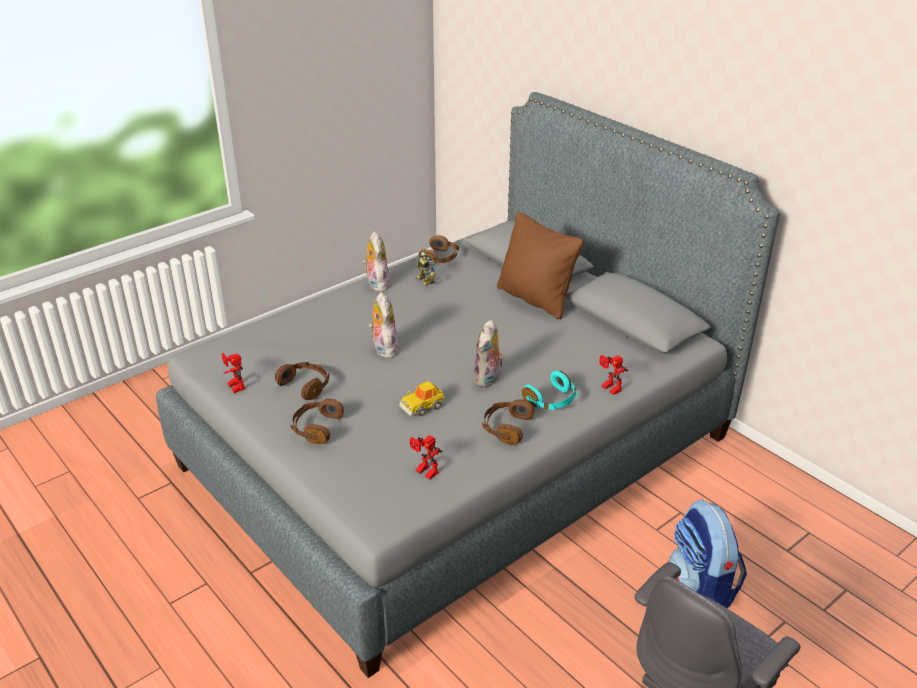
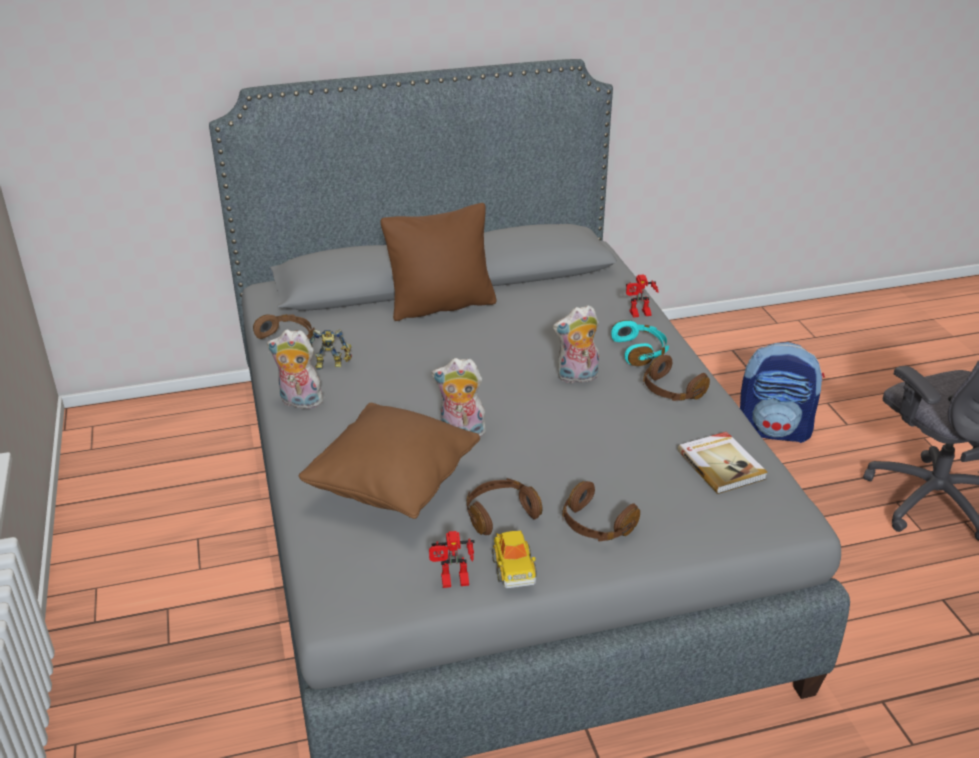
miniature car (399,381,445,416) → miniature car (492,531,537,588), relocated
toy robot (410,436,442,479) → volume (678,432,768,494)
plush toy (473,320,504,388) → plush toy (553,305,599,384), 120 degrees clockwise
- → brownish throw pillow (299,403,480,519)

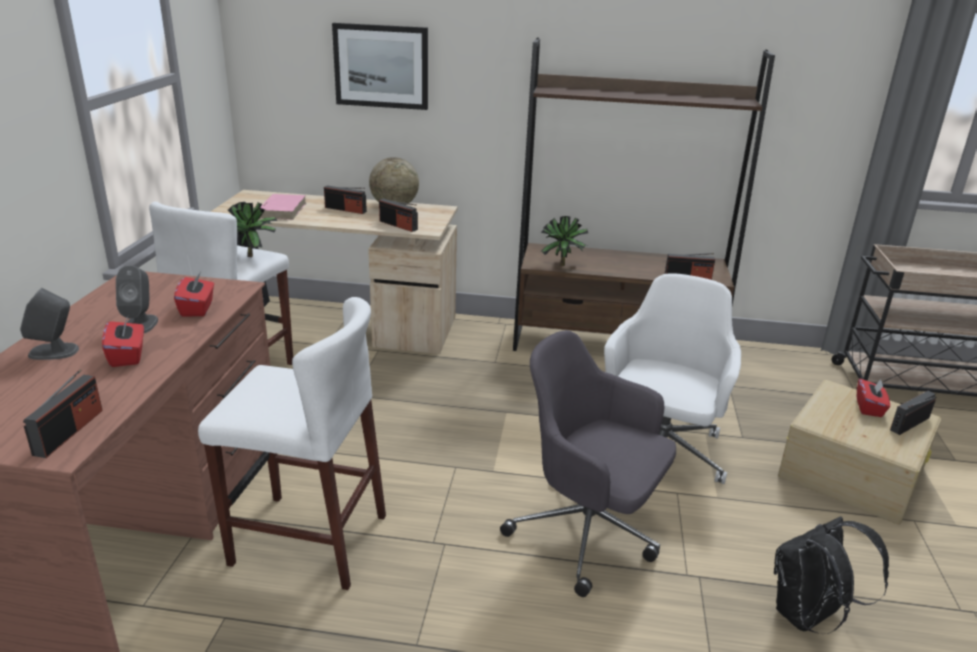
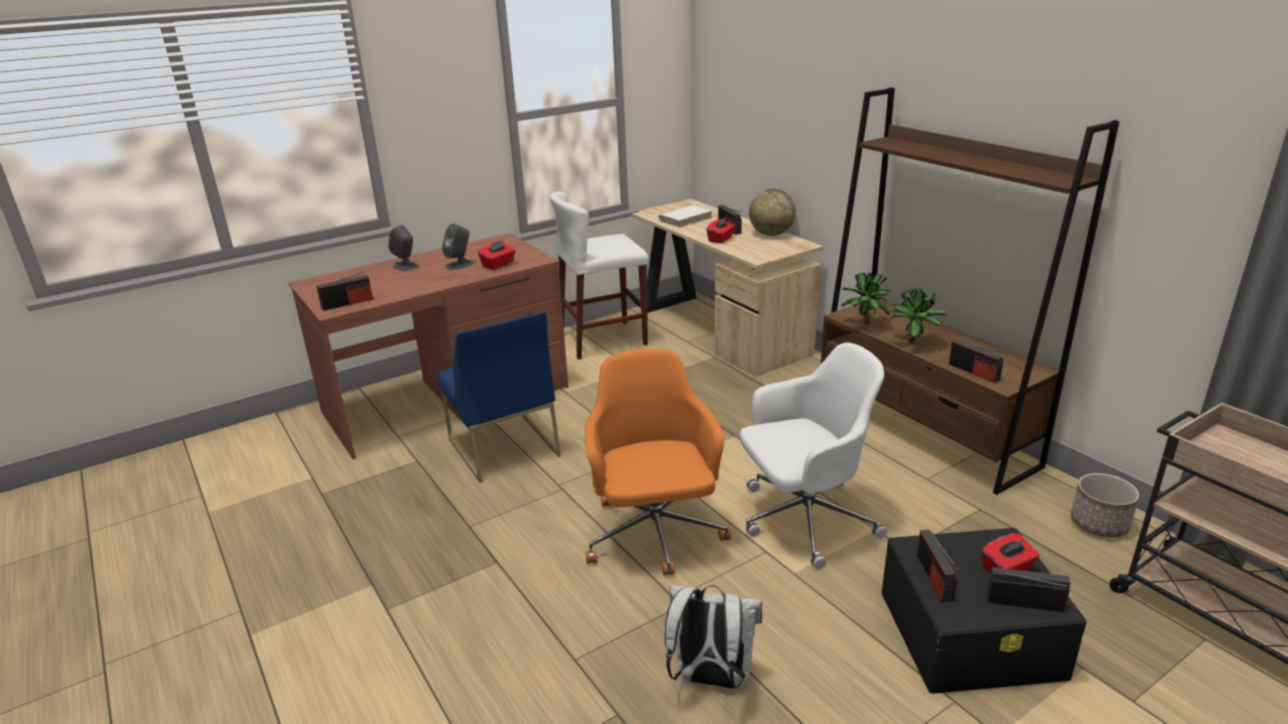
reddish tissue holder (102,314,144,367) → reddish tissue holder (706,217,735,244), relocated
white-coloured sitting stool (198,297,386,590) → bluish plain chair (437,312,561,483)
houseplant (228,202,277,257) → houseplant (891,289,946,344), relocated
pinkish volume (260,194,306,220) → white-coloured volume (658,205,713,228)
wall art (332,23,428,110) → -
radio (379,198,418,232) → radio (917,530,958,602), relocated
gray computer chair (500,330,676,597) → orange-coloured computer chair (585,349,731,576)
black-coloured rucksack (774,516,889,634) → white-coloured rucksack (665,585,762,689)
beige-coloured storage container (778,380,941,525) → black-coloured storage container (882,528,1087,694)
- → flower pot (1071,473,1139,538)

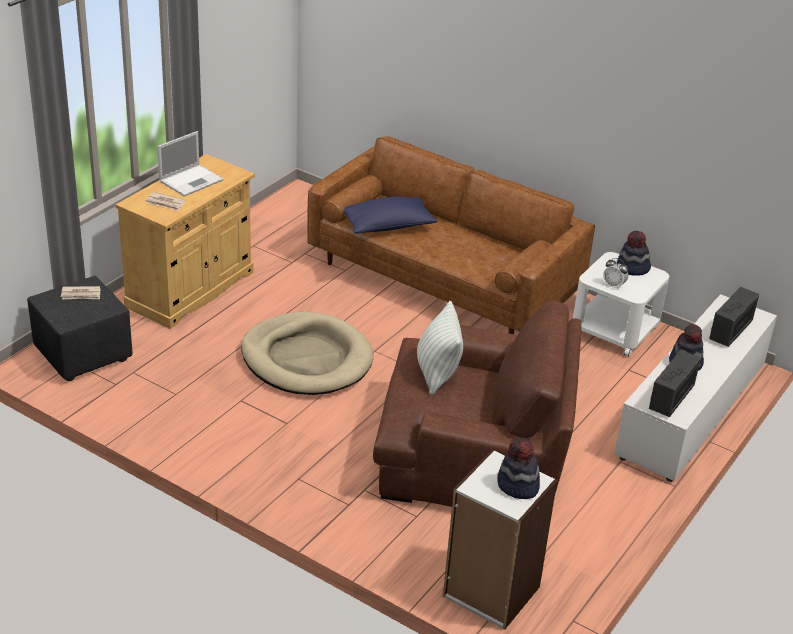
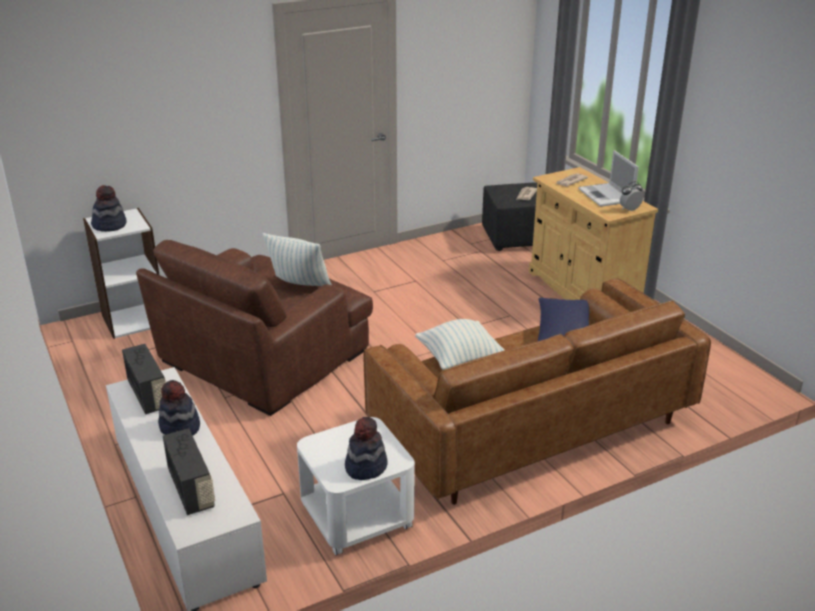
beige-coloured dog bed (241,312,374,395) → -
bedside clock (603,258,628,290) → bedside clock (619,181,643,211), relocated
- → throw pillow (415,319,505,370)

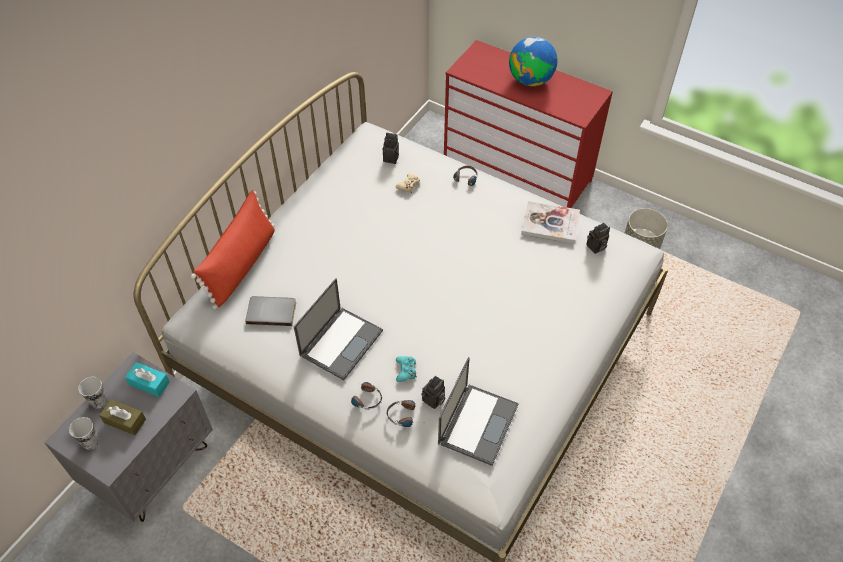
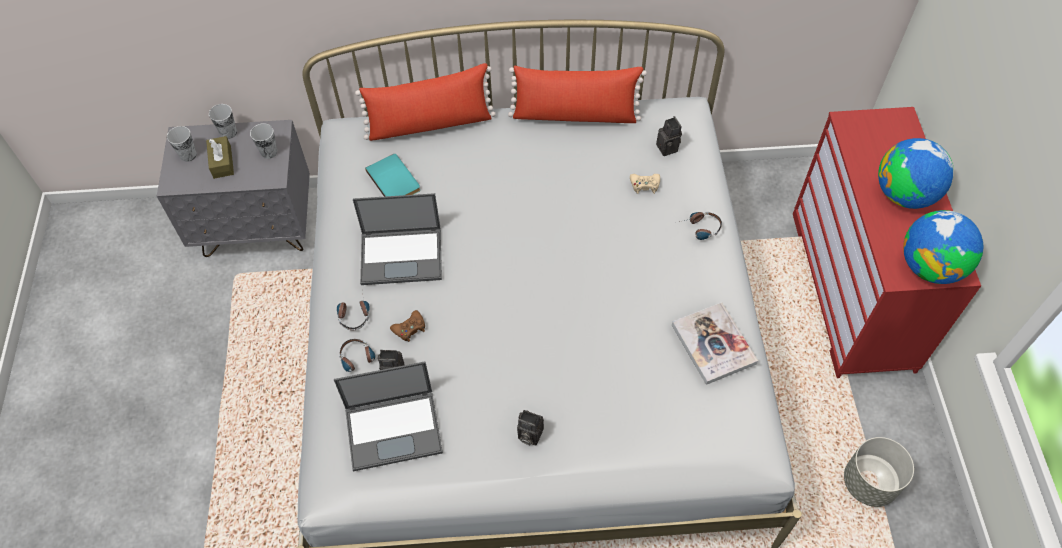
turquoise-coloured tissue holder (125,362,170,397) → small cup (250,123,278,159)
gray volume (245,296,296,326) → turquoise-coloured volume (365,154,420,197)
turquoise-coloured game controller (396,356,417,382) → brownish game controller (390,310,425,342)
still camera (586,223,610,254) → still camera (517,410,544,445), relocated
- → reddish throw pillow (508,66,647,123)
- → world globe (903,210,983,284)

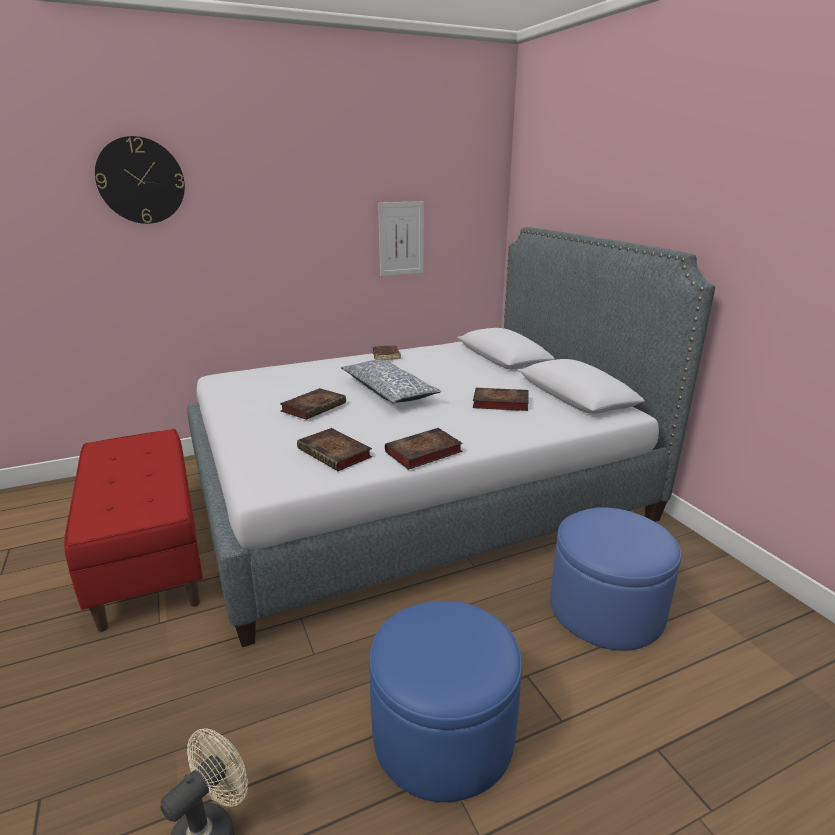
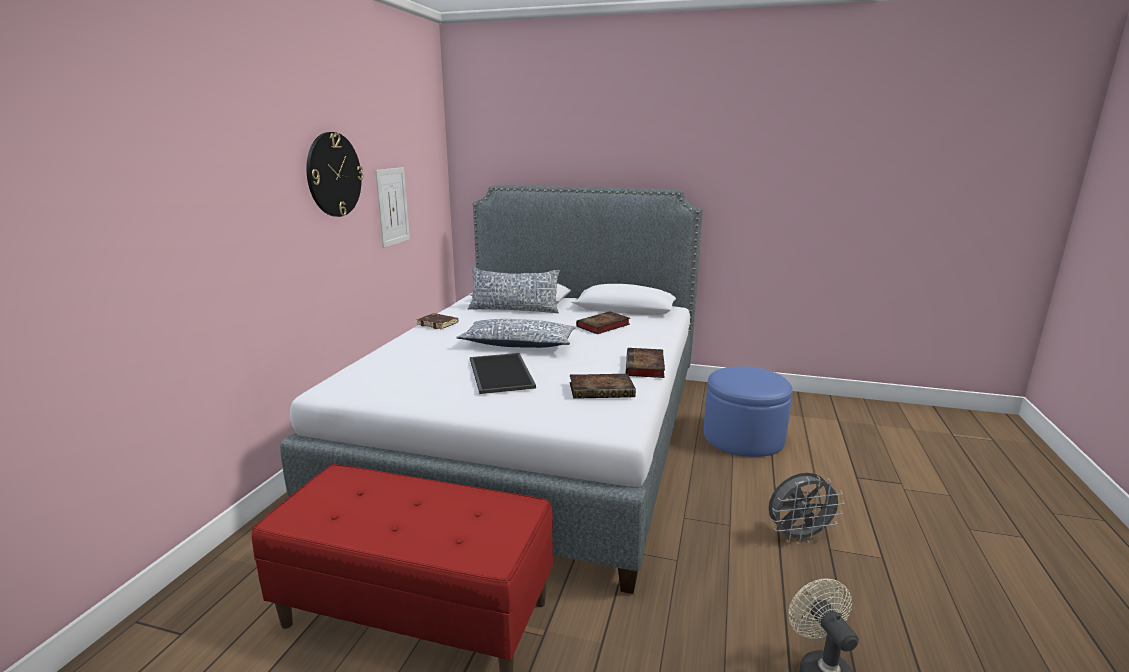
hanging clock (95,136,185,224) → hanging clock (306,132,363,217), relocated
volume (280,388,346,420) → carrying tray (470,353,536,394)
bluish footrest (369,601,522,802) → gray electric fan (768,472,844,544)
- → throw pillow (468,267,560,313)

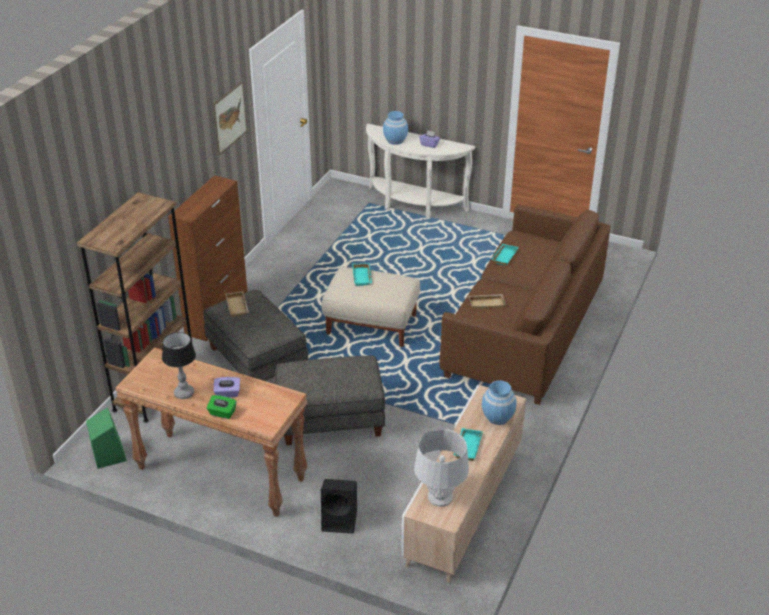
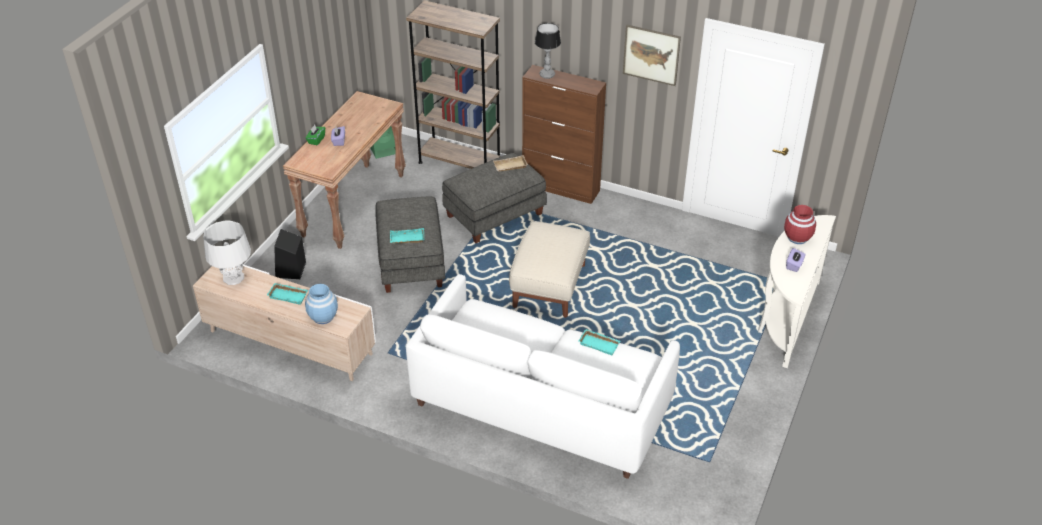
lamp for a table (162,332,196,399) → lamp for a table (535,23,561,79), relocated
turquoise-coloured carrying tray (352,263,372,286) → turquoise-coloured carrying tray (390,228,425,243), relocated
bluish vase (383,111,408,145) → reddish vase (784,205,816,244)
brownish settee (439,205,610,405) → white-coloured settee (406,274,680,479)
beige-coloured carrying tray (468,294,506,309) → -

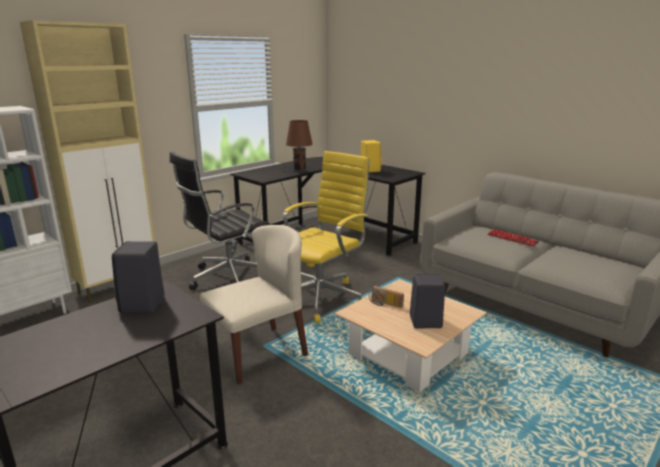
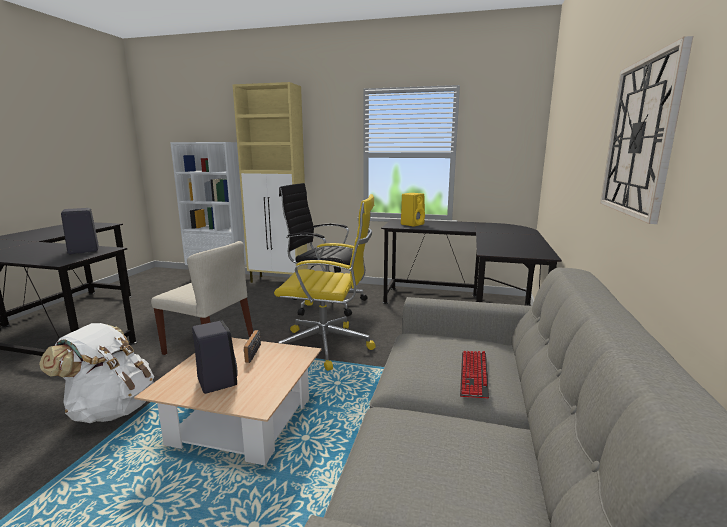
brownish lamp for a table (279,120,313,172) → -
yellow-coloured speaker (361,140,382,173) → yellow-coloured speaker (401,193,425,226), relocated
- → white-coloured rucksack (39,323,154,423)
- → hanging clock (600,36,693,224)

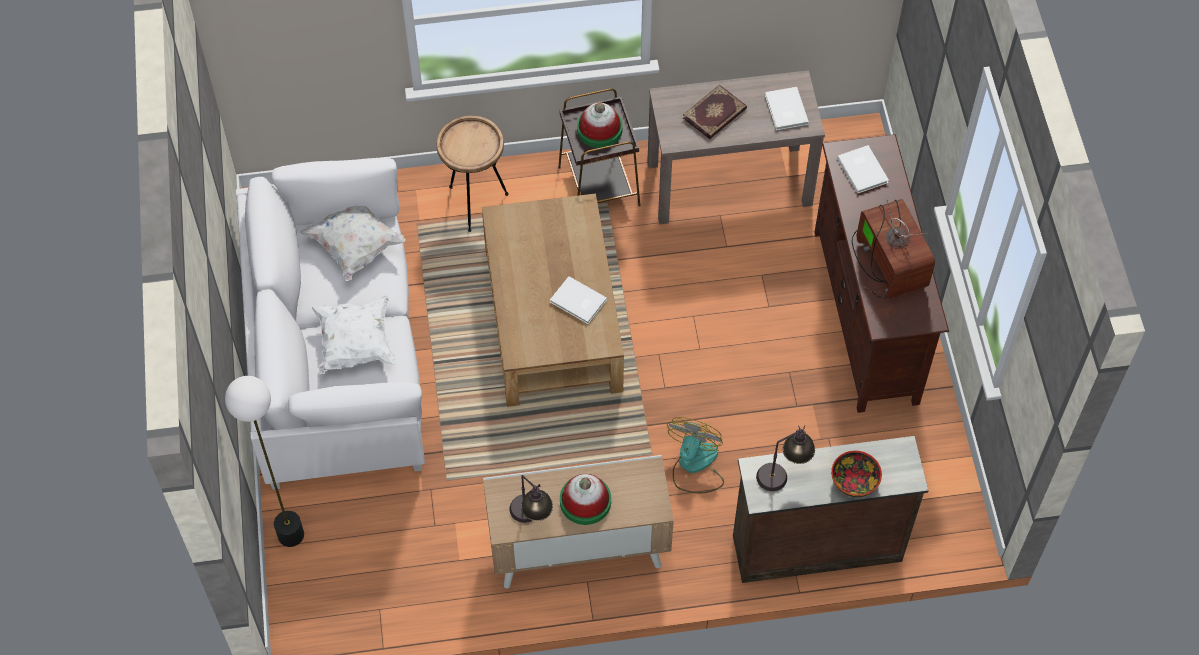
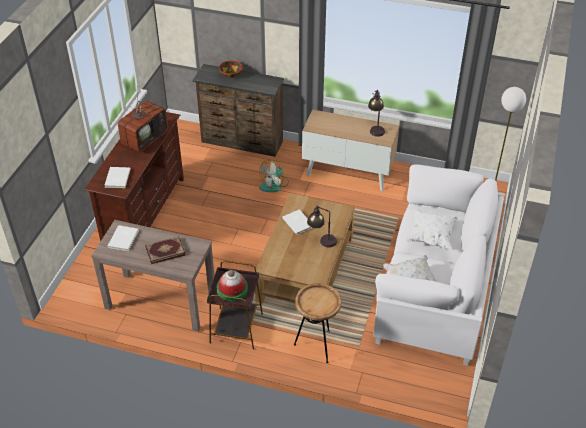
hat (560,474,611,525) → -
lamp for a table (756,426,815,491) → lamp for a table (307,206,337,247), relocated
television (852,199,935,299) → television (118,86,168,152), 150 degrees counterclockwise

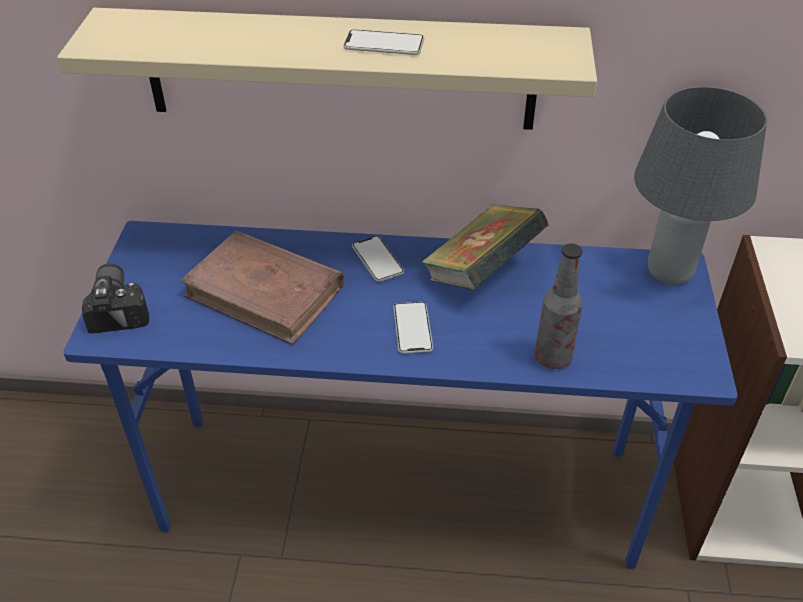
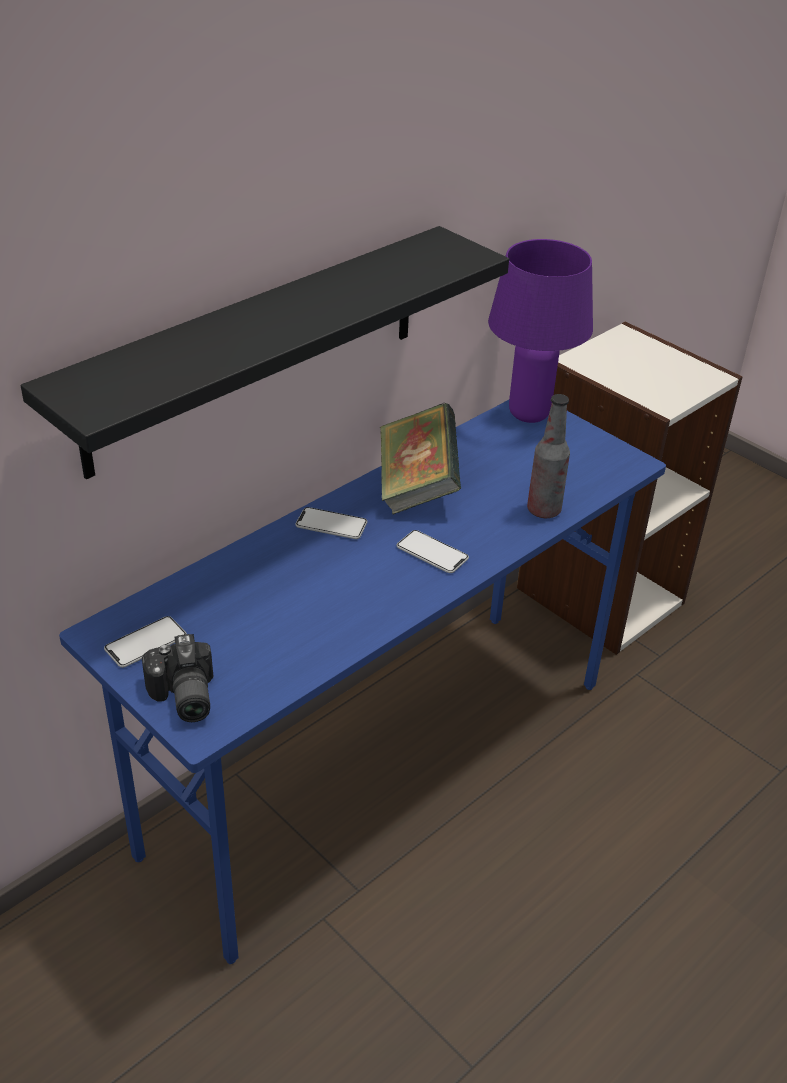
beige-coloured wall shelf (57,8,597,130) → black-coloured wall shelf (21,226,509,479)
still camera (82,264,149,333) → still camera (142,634,214,722), 135 degrees counterclockwise
brownish volume (180,230,344,345) → -
phone (343,29,424,55) → phone (104,616,187,668), relocated
gray lamp for a table (634,86,767,285) → purplish lamp for a table (488,239,593,423)

